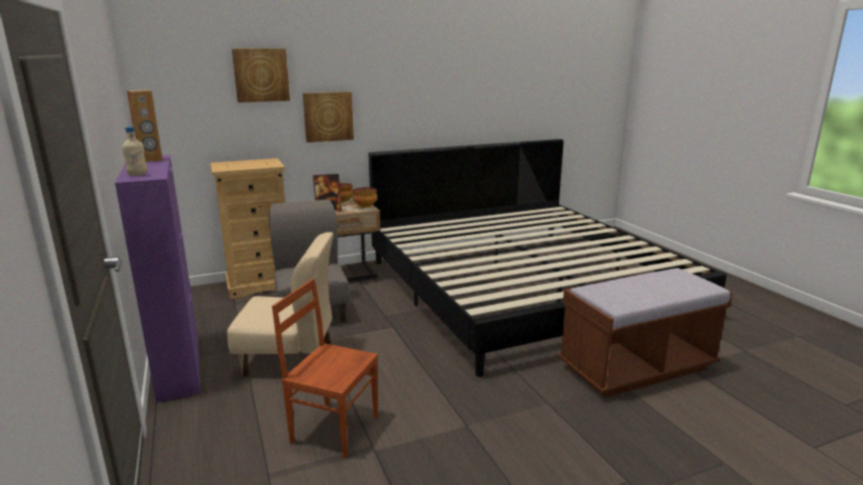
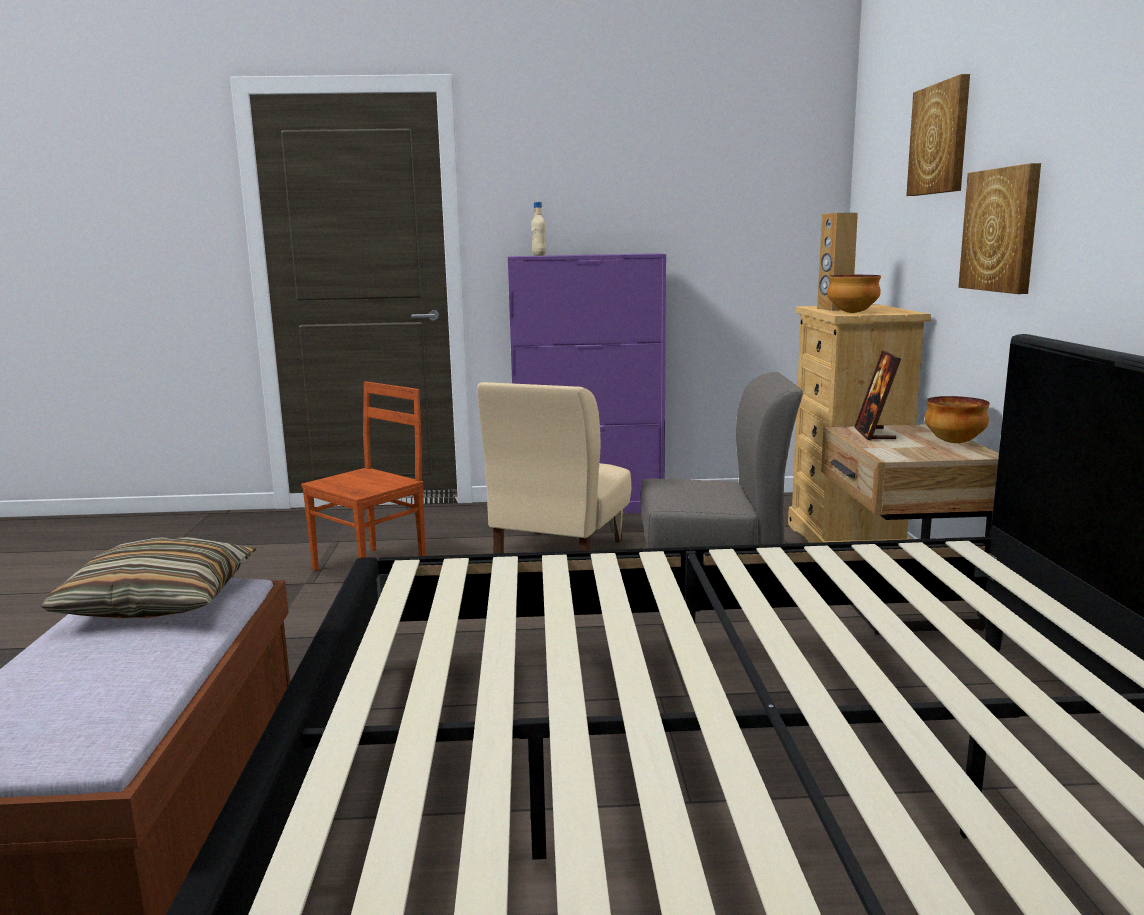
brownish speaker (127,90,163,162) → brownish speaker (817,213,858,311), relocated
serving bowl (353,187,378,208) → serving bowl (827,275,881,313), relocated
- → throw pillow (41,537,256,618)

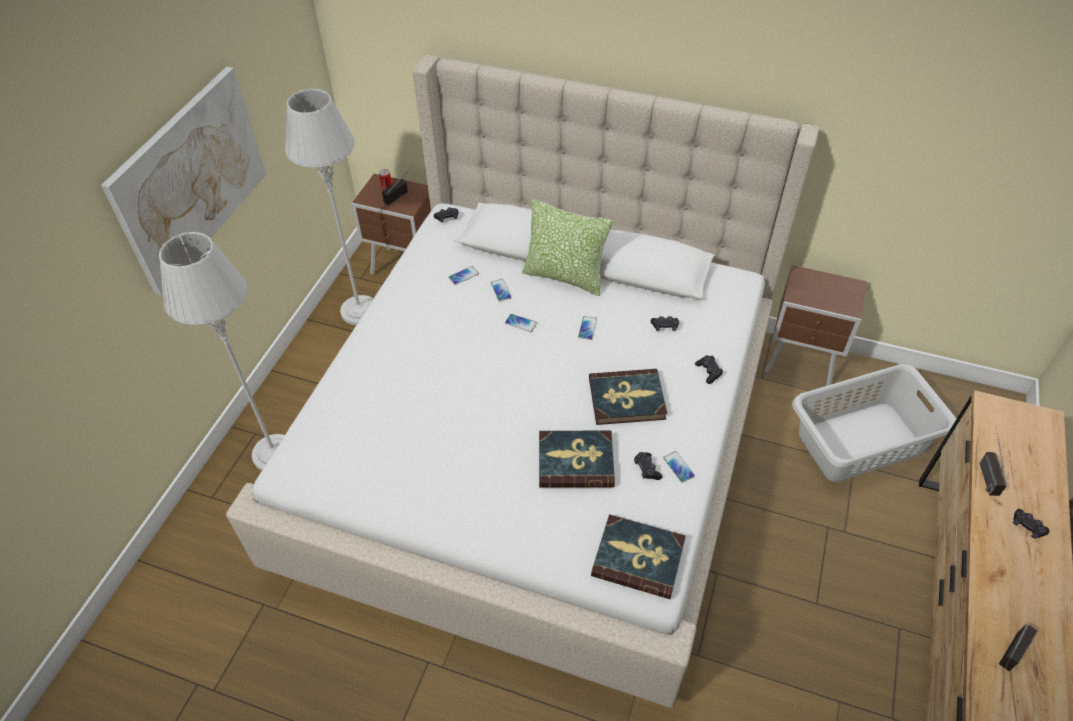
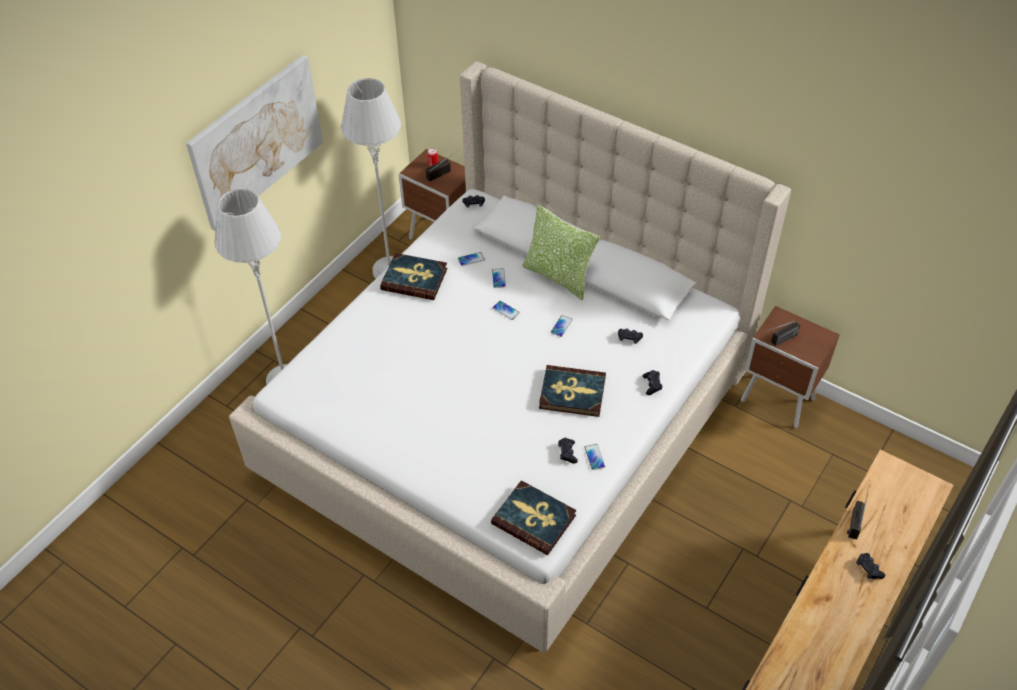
volume (539,431,615,488) → volume (380,253,448,300), relocated
gray laundry basket (792,364,956,482) → -
radio (999,624,1038,671) → radio (763,321,800,346), relocated

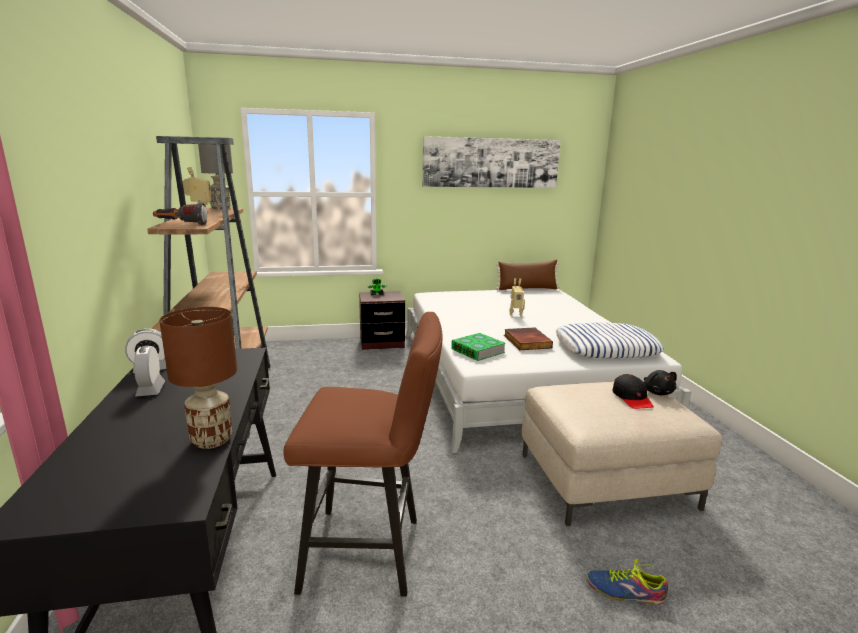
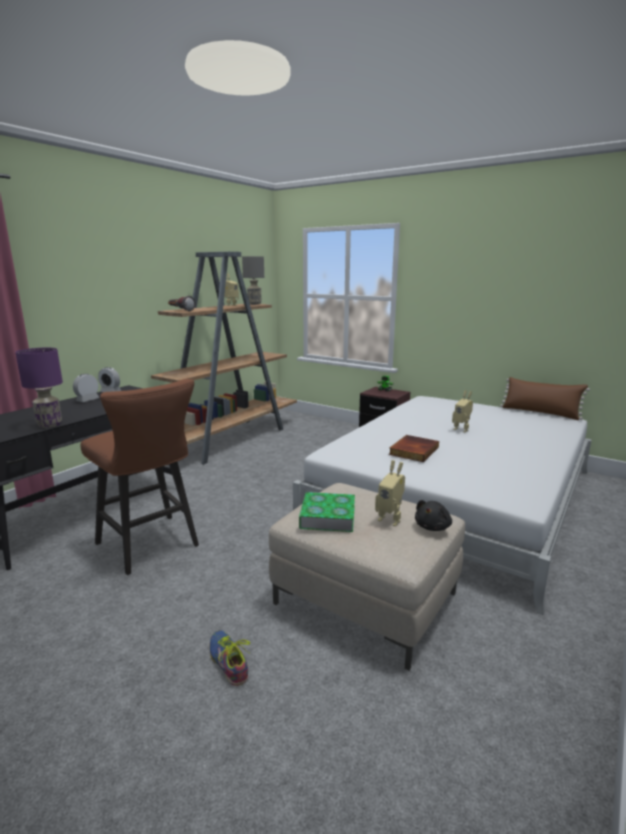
brownish lamp for a table (159,307,237,449) → purplish lamp for a table (15,348,63,428)
wall art (422,136,561,188) → -
volume (451,333,505,361) → volume (299,492,355,532), relocated
throw pillow (556,322,664,359) → -
black-coloured peaked cap (612,374,654,409) → toy robot (375,460,405,526)

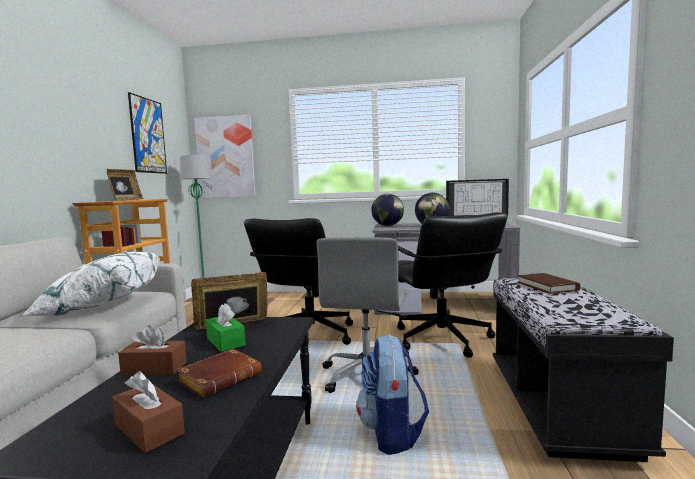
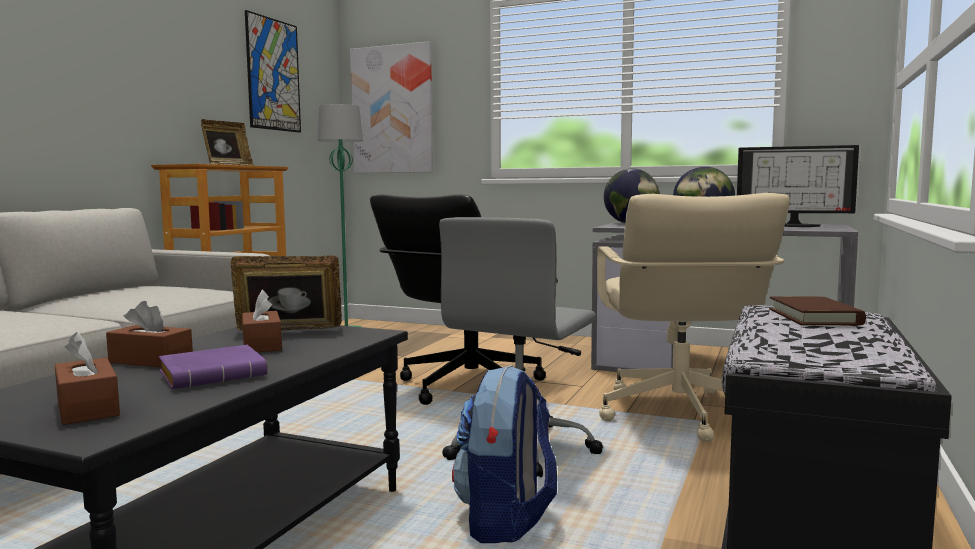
white-coloured throw pillow (21,252,160,316) → -
brownish volume (176,349,262,398) → purplish volume (159,345,267,389)
green-coloured tissue holder (206,303,246,352) → brownish tissue holder (242,290,282,352)
black-coloured computer chair (397,212,508,357) → beige-coloured computer chair (597,193,790,442)

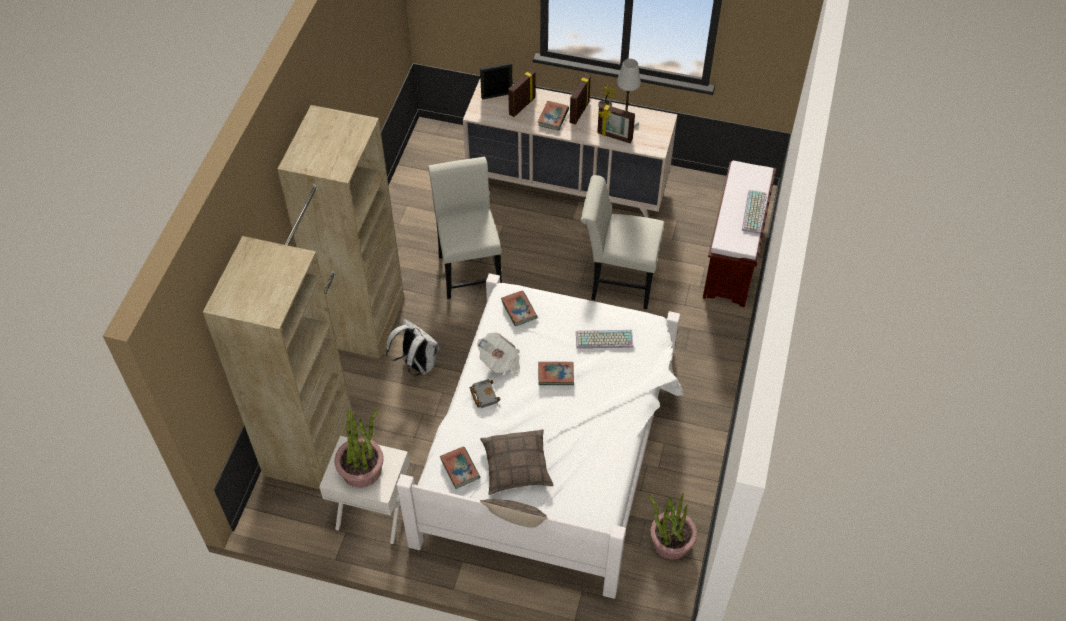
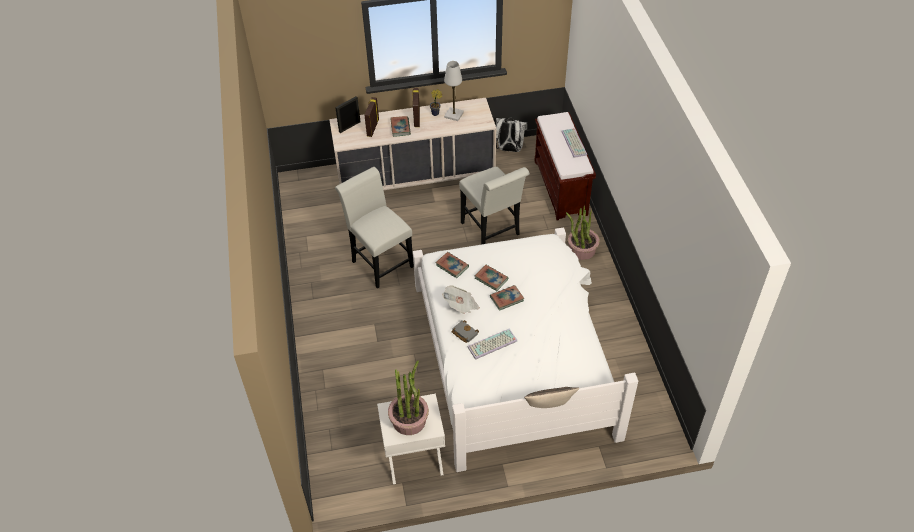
beige-coloured wardrobe (203,105,404,489) → -
white-coloured rucksack (386,319,440,376) → white-coloured rucksack (496,118,527,152), relocated
volume (440,447,480,489) → volume (475,265,508,291), relocated
throw pillow (480,429,554,495) → -
keyboard (576,330,634,348) → keyboard (467,329,517,360), relocated
white-coloured plain chair (581,175,664,309) → white-coloured plain chair (459,167,530,244), 105 degrees counterclockwise
photo frame (597,103,635,143) → -
houseplant (649,493,697,559) → houseplant (566,206,600,260), relocated

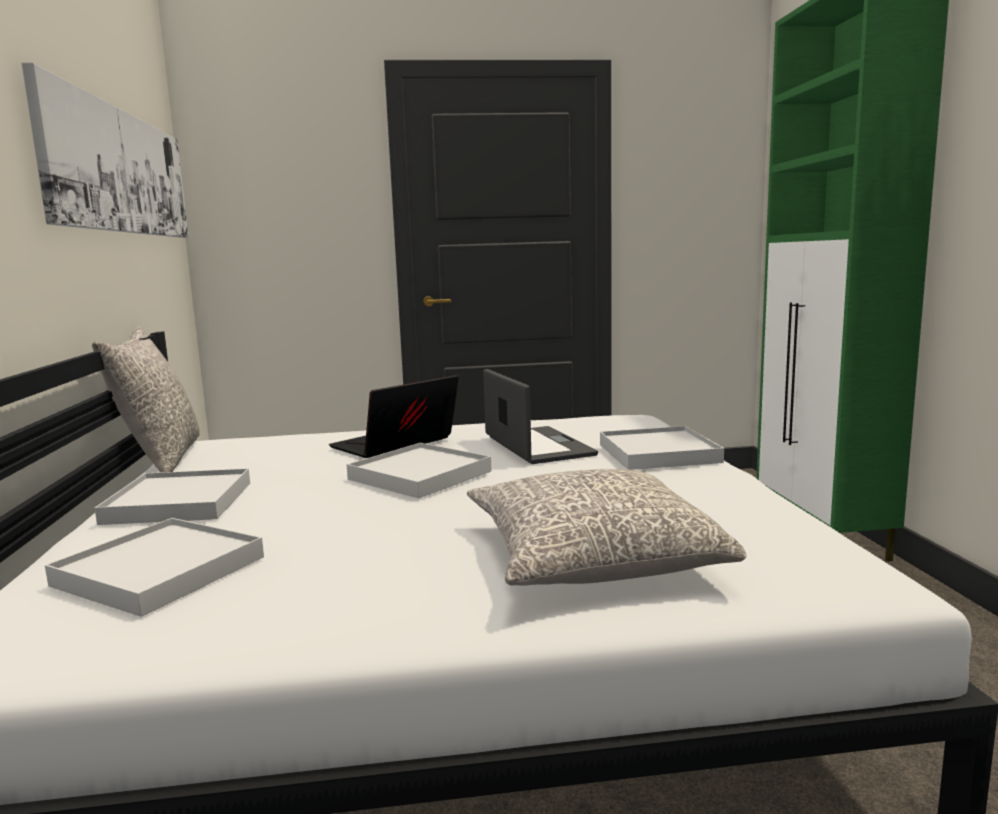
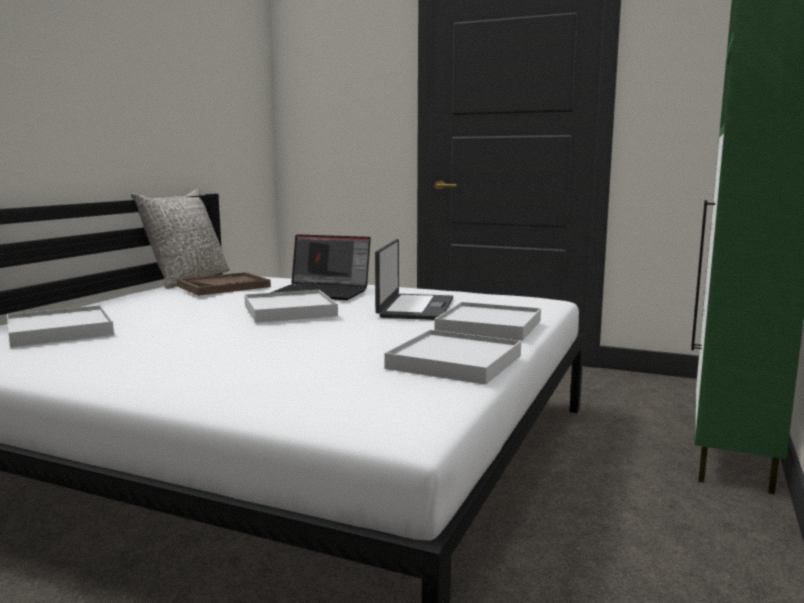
wall art (22,63,188,238) → -
white-coloured carrying tray (95,468,250,525) → white-coloured carrying tray (384,330,521,385), relocated
portable computer (329,375,459,458) → portable computer (270,234,371,300), 150 degrees counterclockwise
gray throw pillow (467,469,746,586) → -
- → brownish carrying tray (177,272,271,296)

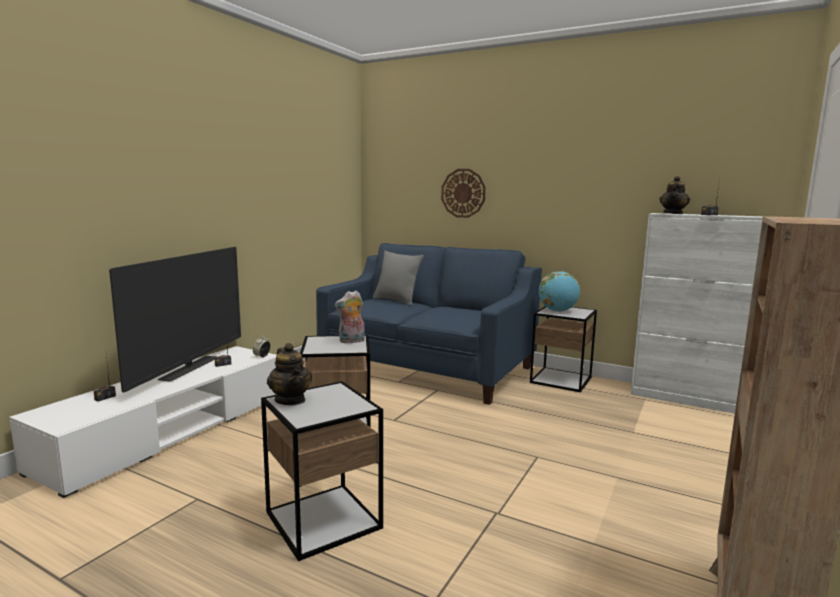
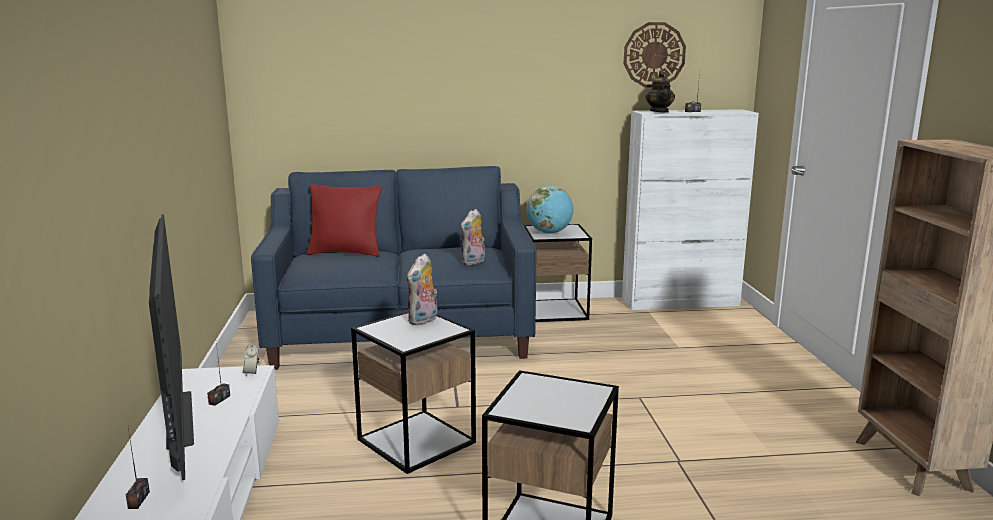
tea pot (267,343,312,405) → -
gray throw pillow (373,251,424,306) → reddish throw pillow (306,184,382,257)
hanging clock (441,169,486,218) → hanging clock (624,22,686,88), relocated
- → plush toy (461,209,485,265)

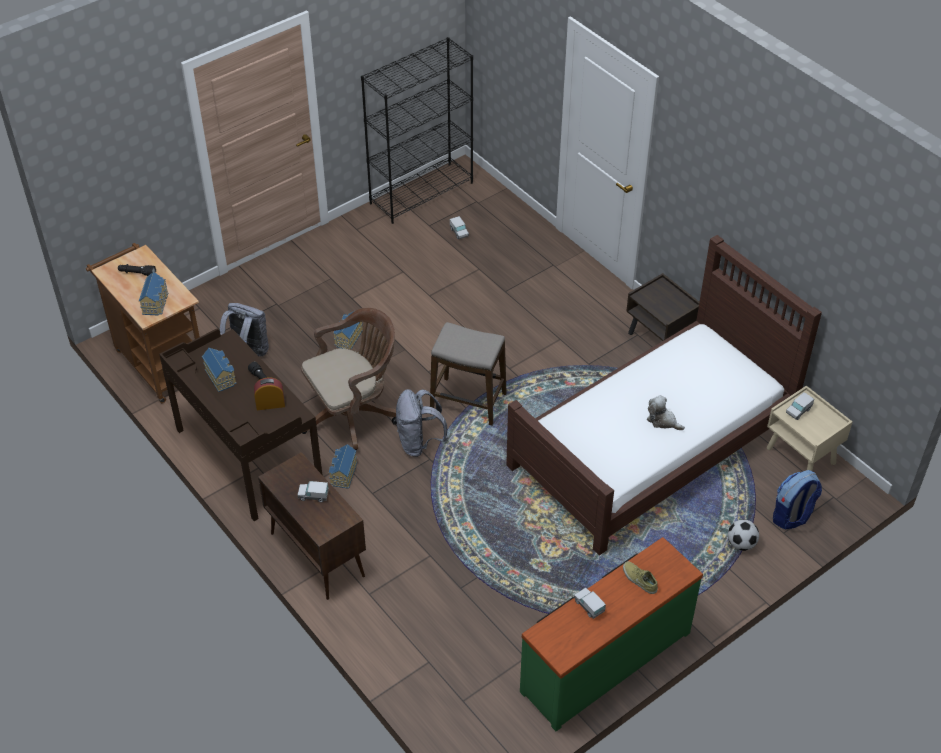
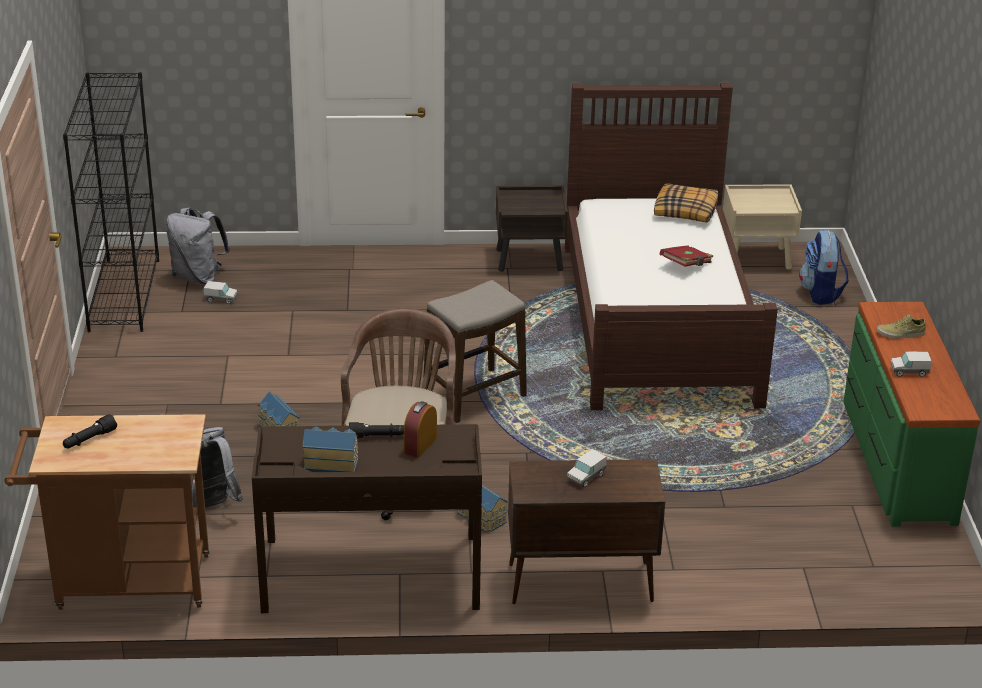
miniature house (139,272,168,316) → -
gray rucksack (396,389,448,457) → gray rucksack (166,207,230,284), relocated
plush toy (647,395,685,430) → reddish volume (660,245,713,267)
ball for football (728,519,759,551) → -
model truck (786,392,814,420) → -
- → throw pillow (654,183,718,223)

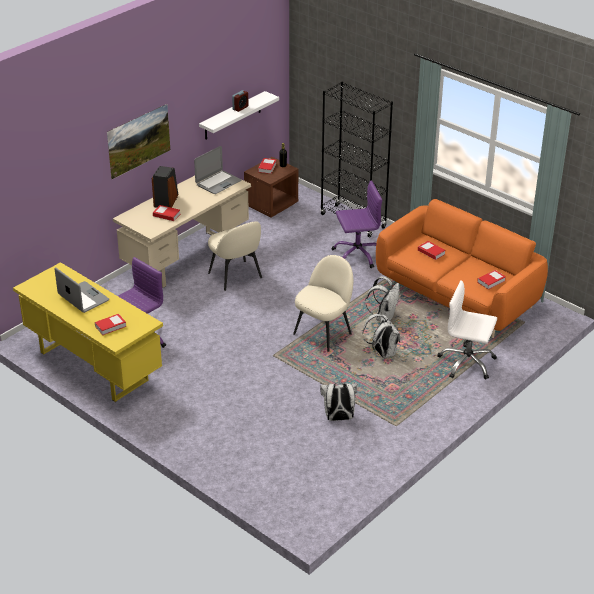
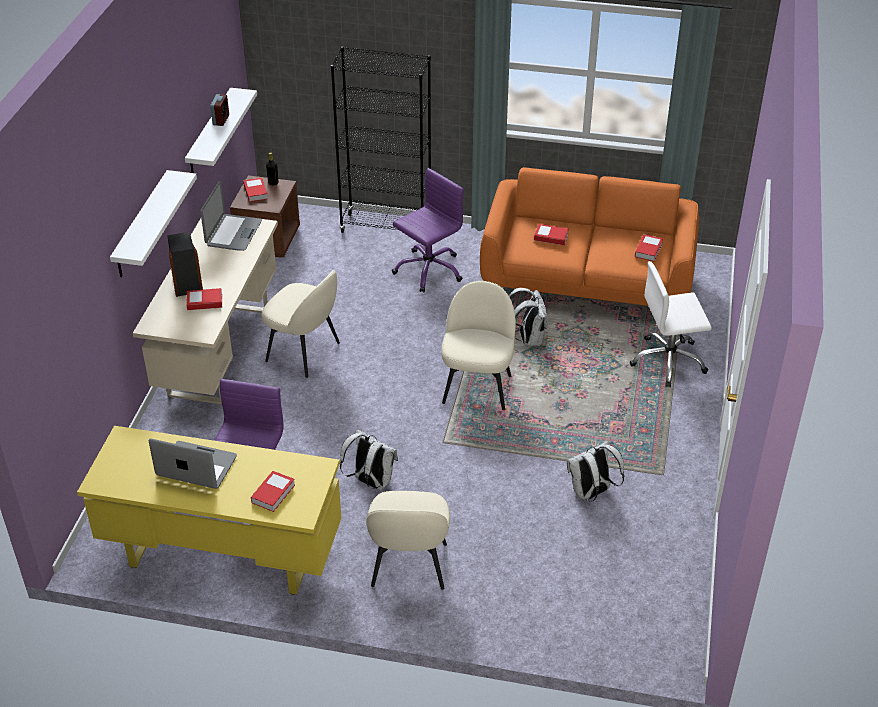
wall art (107,104,170,180) → white-coloured wall shelf (110,170,197,277)
white-coloured rucksack (363,314,400,359) → white-coloured rucksack (340,429,398,490), relocated
- → beige-coloured plain chair (366,491,450,590)

